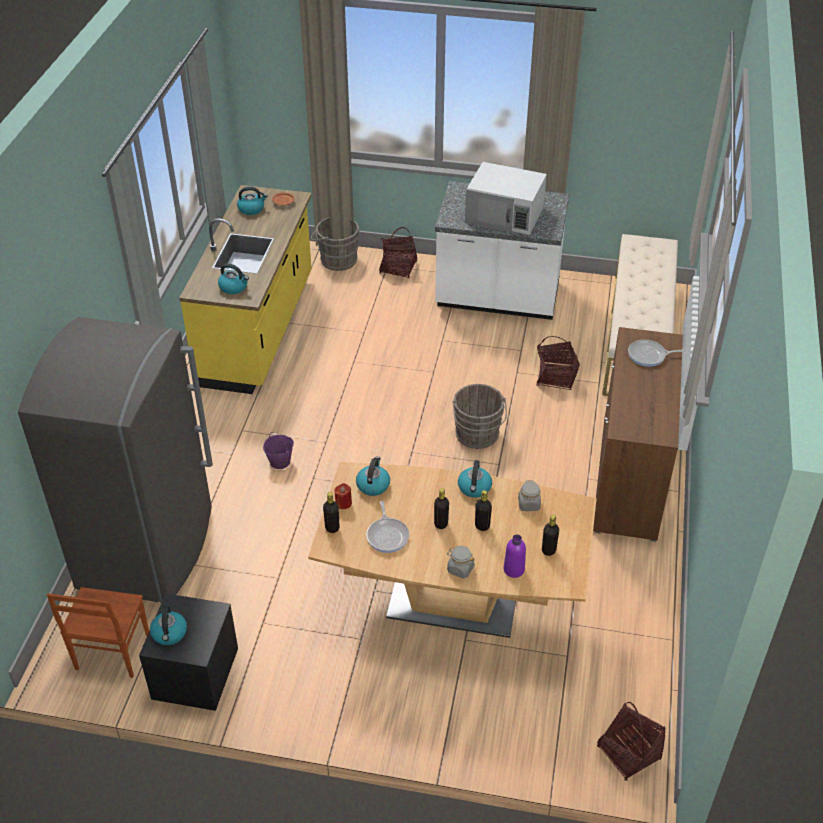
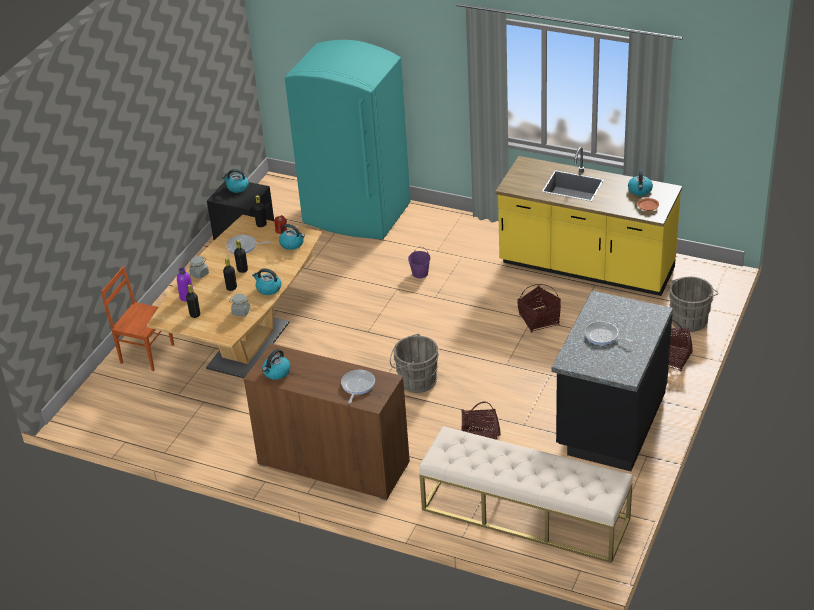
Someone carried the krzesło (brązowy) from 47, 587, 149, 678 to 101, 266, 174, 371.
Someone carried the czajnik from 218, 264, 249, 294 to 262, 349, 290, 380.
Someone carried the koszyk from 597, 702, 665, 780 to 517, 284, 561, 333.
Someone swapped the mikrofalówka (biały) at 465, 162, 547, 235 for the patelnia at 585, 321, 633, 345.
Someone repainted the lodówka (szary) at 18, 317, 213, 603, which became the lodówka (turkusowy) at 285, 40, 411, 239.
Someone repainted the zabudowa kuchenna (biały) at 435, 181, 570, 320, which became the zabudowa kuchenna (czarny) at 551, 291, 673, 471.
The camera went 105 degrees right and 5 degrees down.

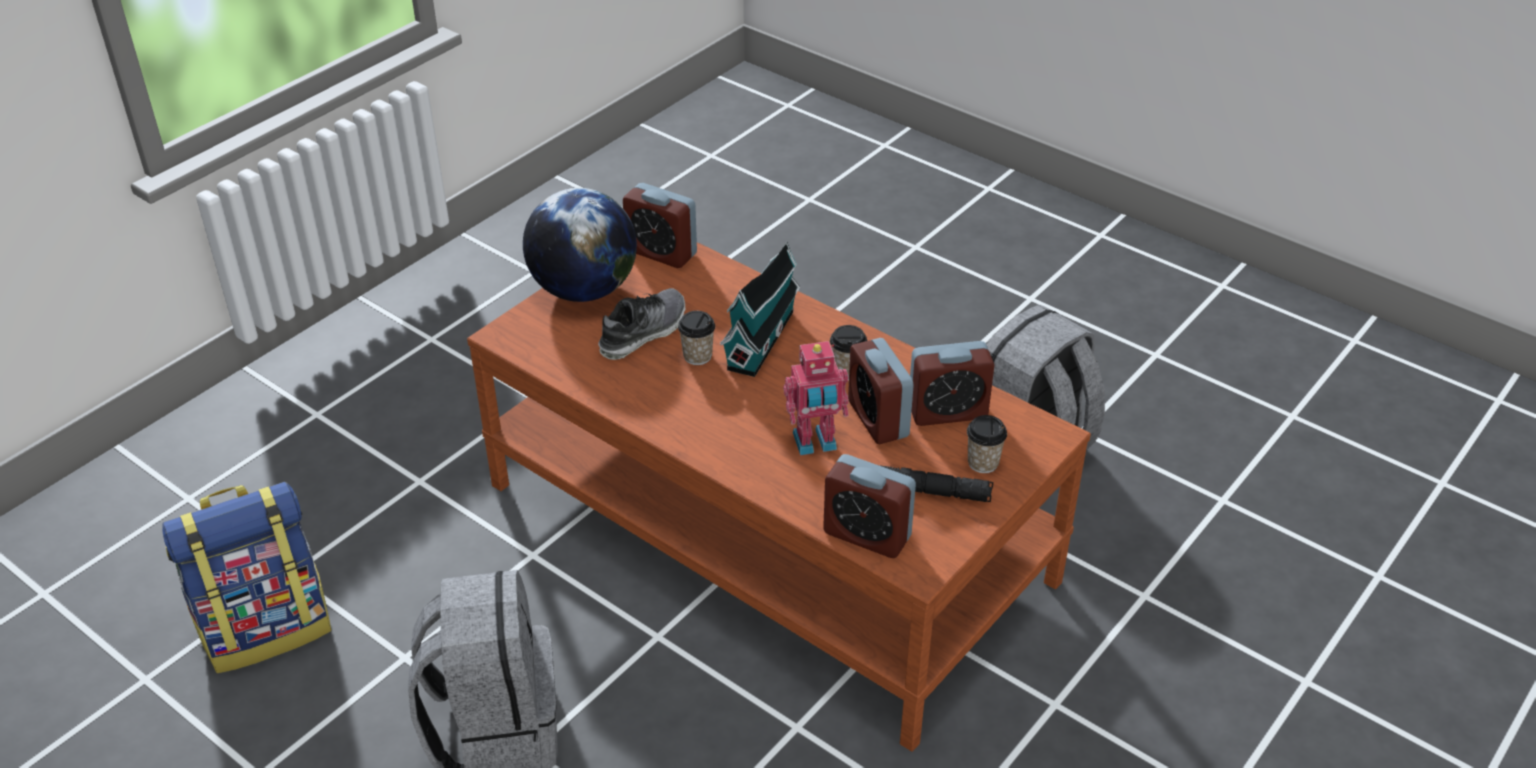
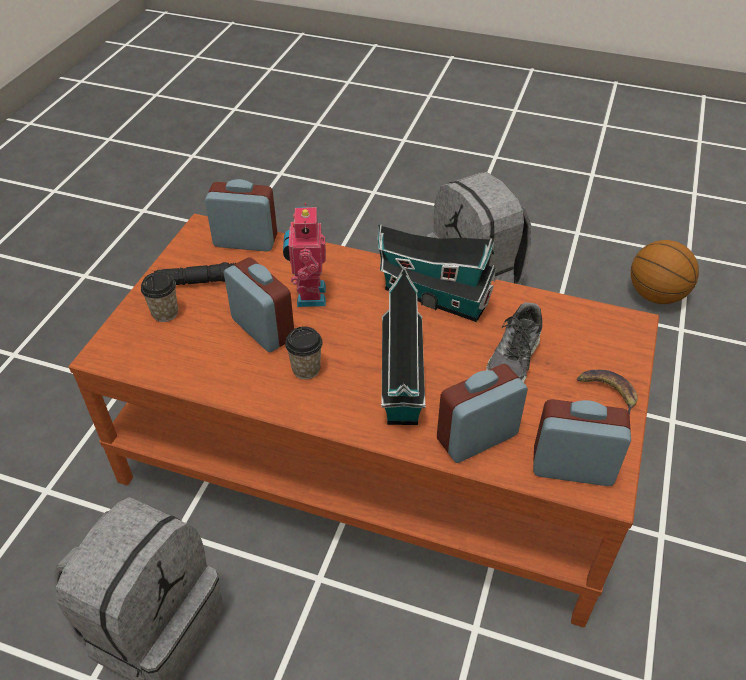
Someone took away the filiżanka at 678, 311, 715, 365.
Someone put down the domek at 377, 224, 496, 322.
Someone carried the budzik from 910, 341, 995, 426 to 437, 364, 528, 463.
Someone swapped the plecak at 162, 482, 332, 673 for the piłka do koszykówki at 631, 240, 699, 304.
Someone swapped the globus at 523, 188, 637, 302 for the banan at 577, 369, 638, 415.
Someone rotated the robot zabawkowy at 783, 341, 848, 455 by 60 degrees counterclockwise.
The camera went 160 degrees right and 5 degrees up.

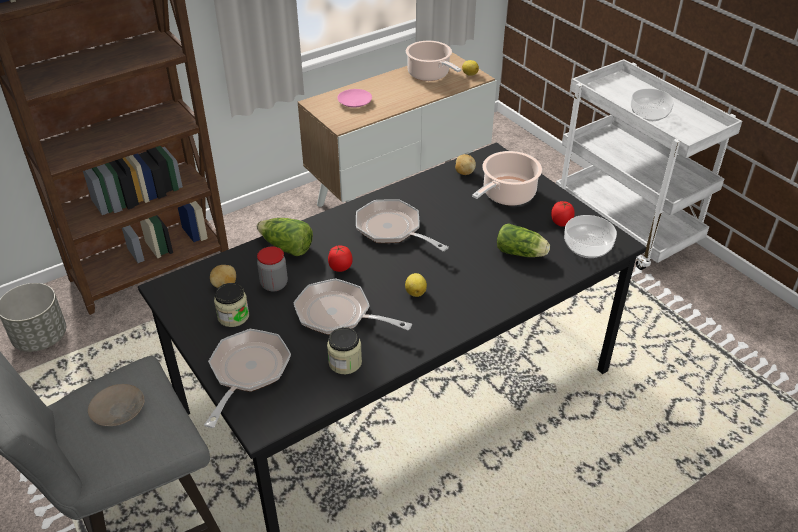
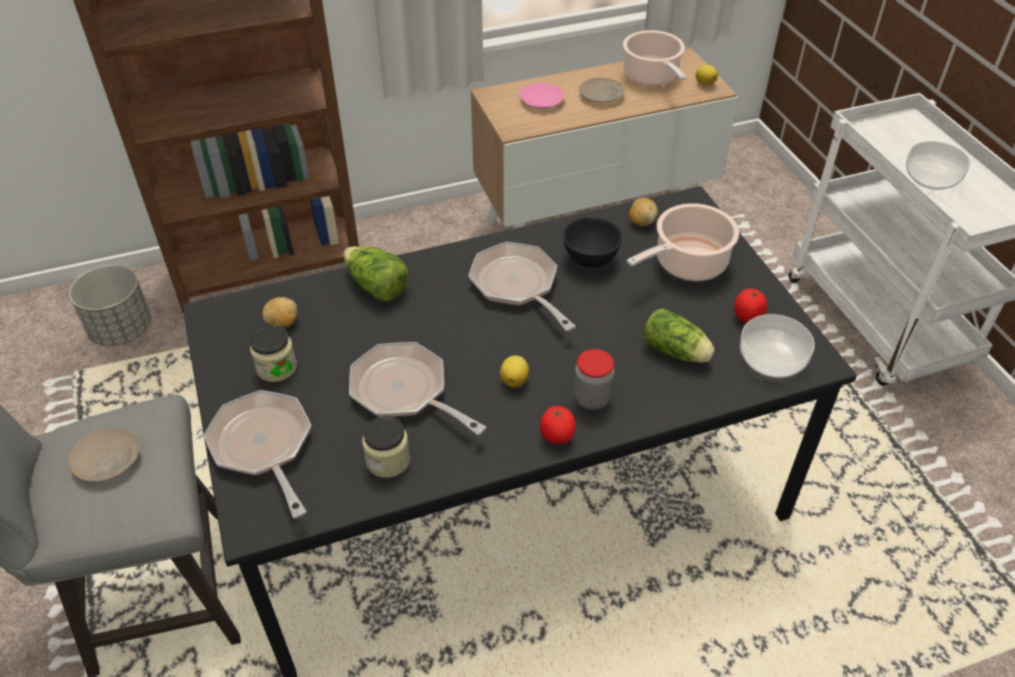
Someone put down the miska (czarny) at 563, 217, 622, 267.
Someone put down the talerz (beżowy) at 579, 77, 624, 102.
Someone carried the słoik from 257, 246, 288, 292 to 574, 349, 615, 410.
Someone carried the pomidor from 328, 245, 353, 272 to 540, 406, 576, 444.
Someone rotated the patelnia at 204, 329, 291, 428 by 60 degrees counterclockwise.
The camera went 15 degrees right and 5 degrees up.

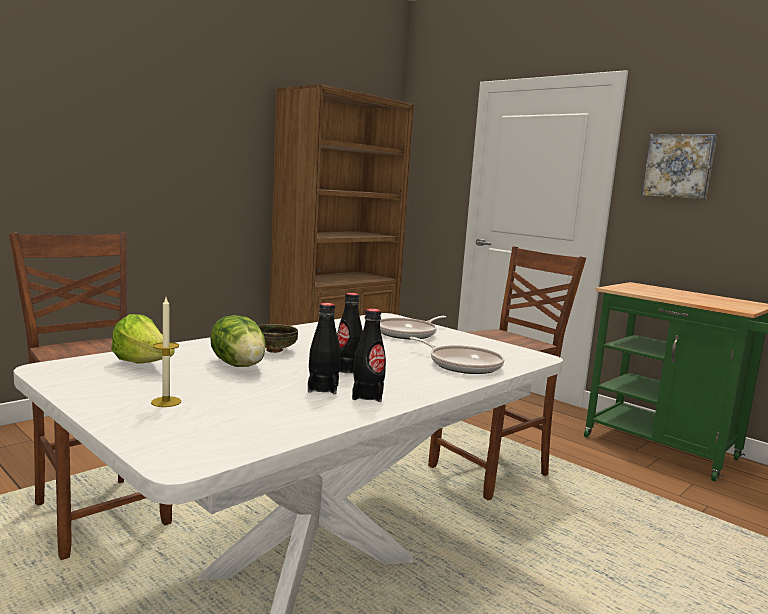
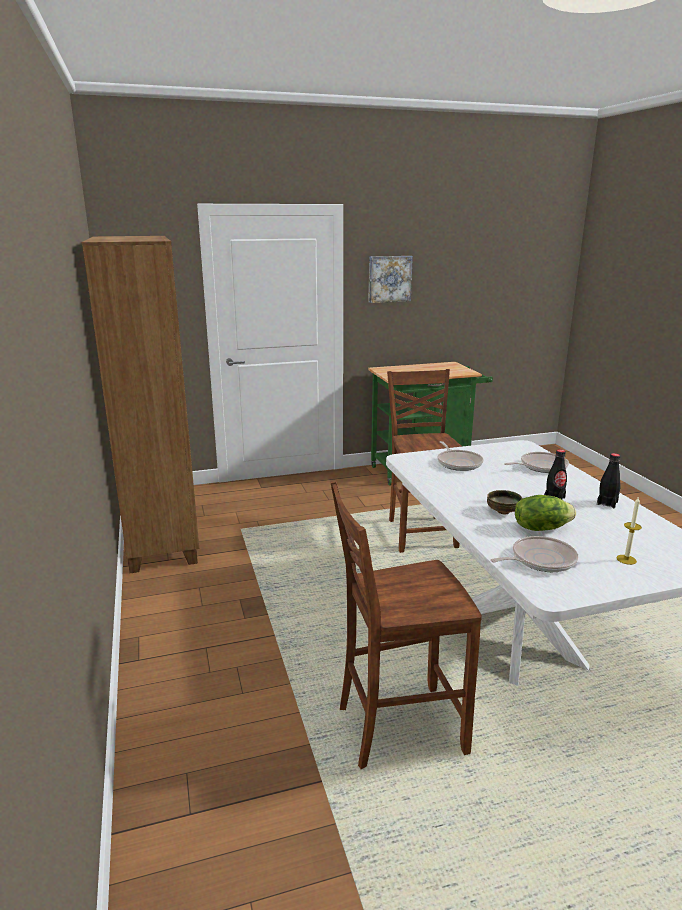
Someone took away the butelka (czarny) at 308, 303, 341, 394.
Someone swapped the sałata at 111, 314, 175, 364 for the patelnia at 490, 536, 578, 572.
The camera went 60 degrees left and 10 degrees up.

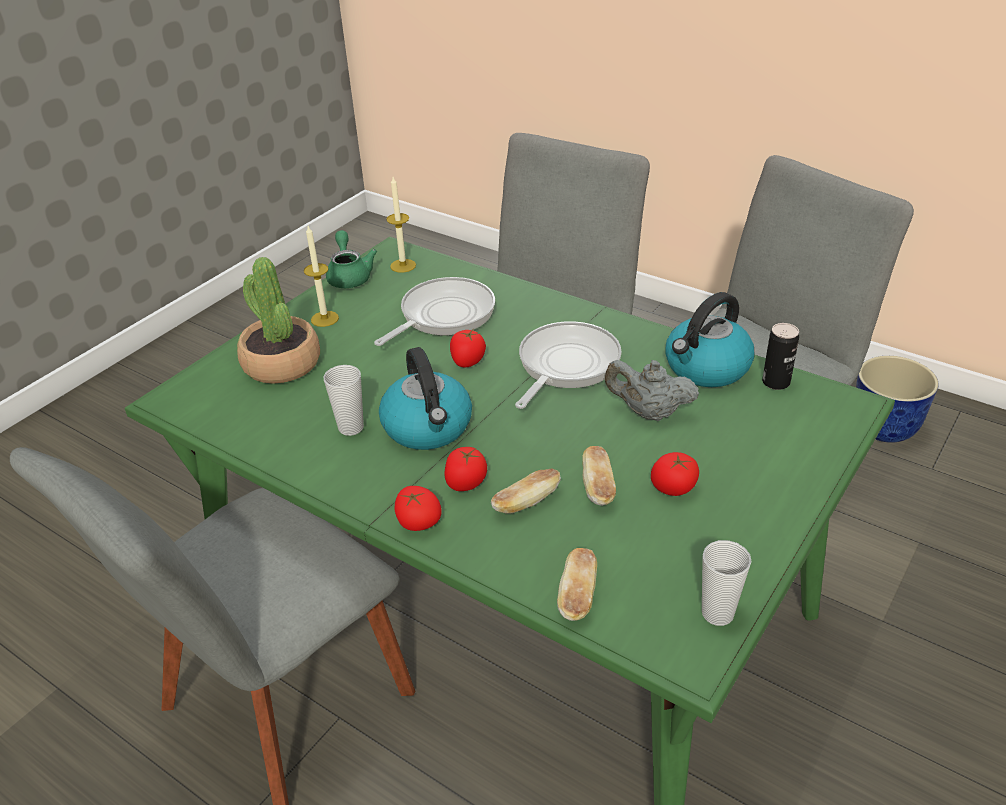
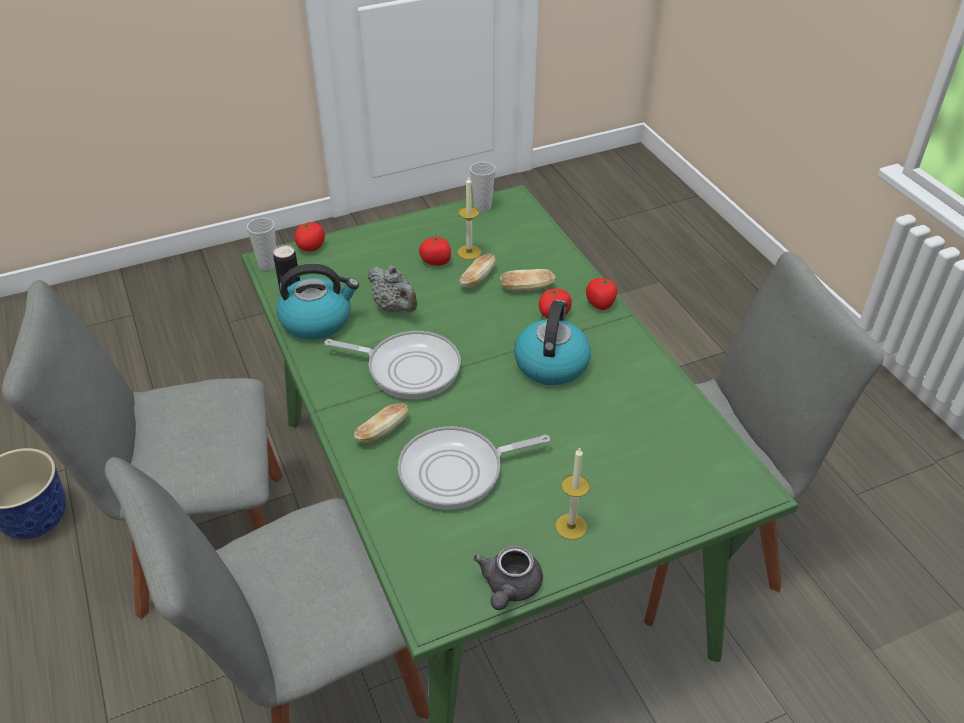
Someone took away the roślina doniczkowa at 237, 257, 320, 384.
Someone carried the filiżanka from 323, 365, 364, 436 to 247, 218, 276, 270.
Someone carried the świeca from 386, 177, 416, 273 to 458, 176, 481, 260.
Someone carried the pomidor from 450, 330, 486, 367 to 294, 222, 325, 252.
Someone carried the chleb from 557, 548, 597, 621 to 354, 403, 408, 443.
Someone repainted the imbryk (zielony) at 326, 230, 377, 288, which became the imbryk (szary) at 473, 545, 543, 610.
Someone rotated the patelnia at 515, 321, 622, 409 by 135 degrees counterclockwise.
The camera went 150 degrees left and 5 degrees up.

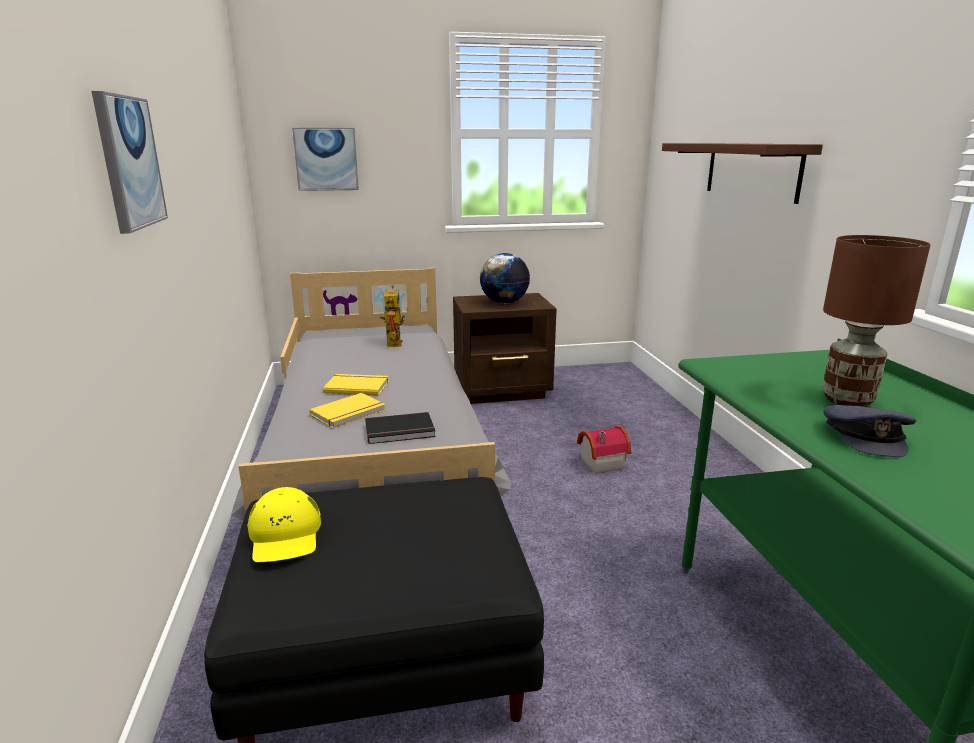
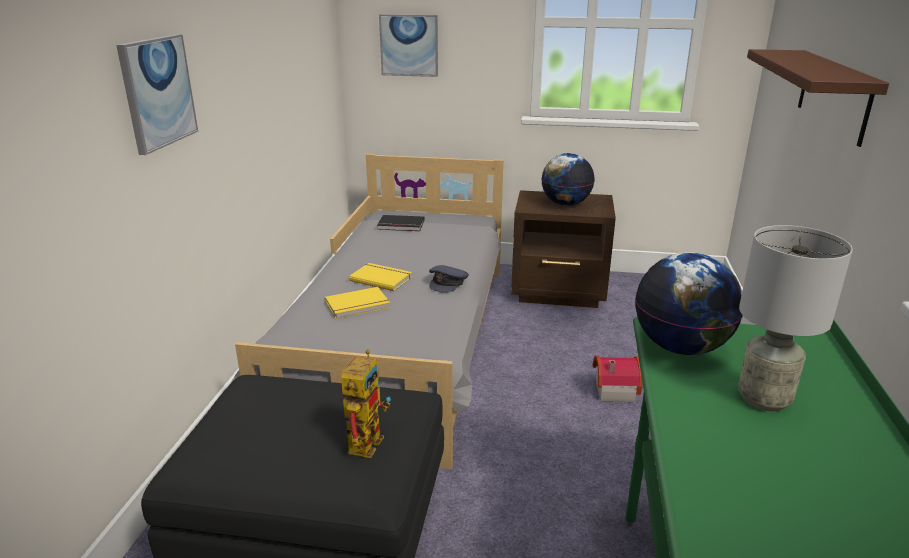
Someone took away the czapka z daszkiem (żółty) at 247, 487, 321, 562.
Someone put down the globus at 635, 252, 743, 355.
Someone carried the książka (czarny) from 365, 412, 436, 444 to 377, 215, 425, 231.
Someone carried the robot zabawkowy from 380, 285, 406, 347 to 341, 349, 391, 458.
Someone carried the czapka z daszkiem (szary) from 823, 405, 916, 457 to 429, 265, 469, 293.
Someone repainted the lampa stołowa (brązowy) at 822, 235, 931, 407, which became the lampa stołowa (szary) at 738, 225, 853, 411.
The camera went 20 degrees right and 5 degrees up.

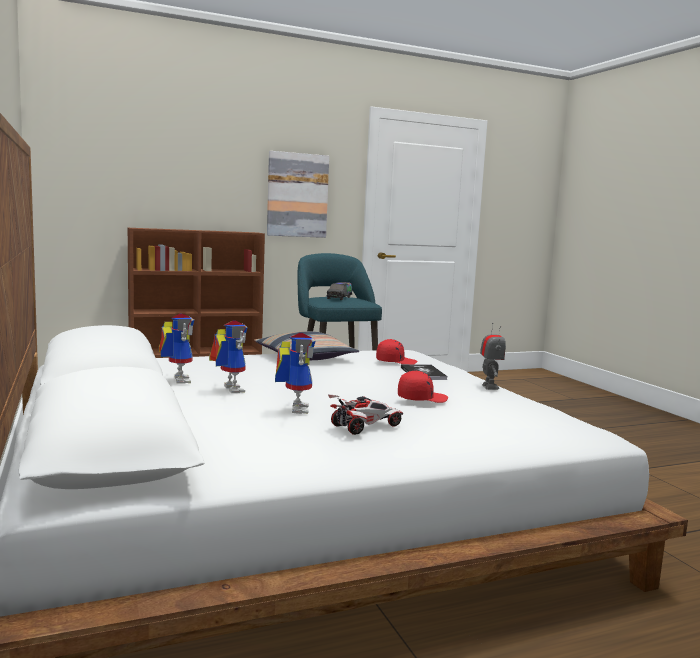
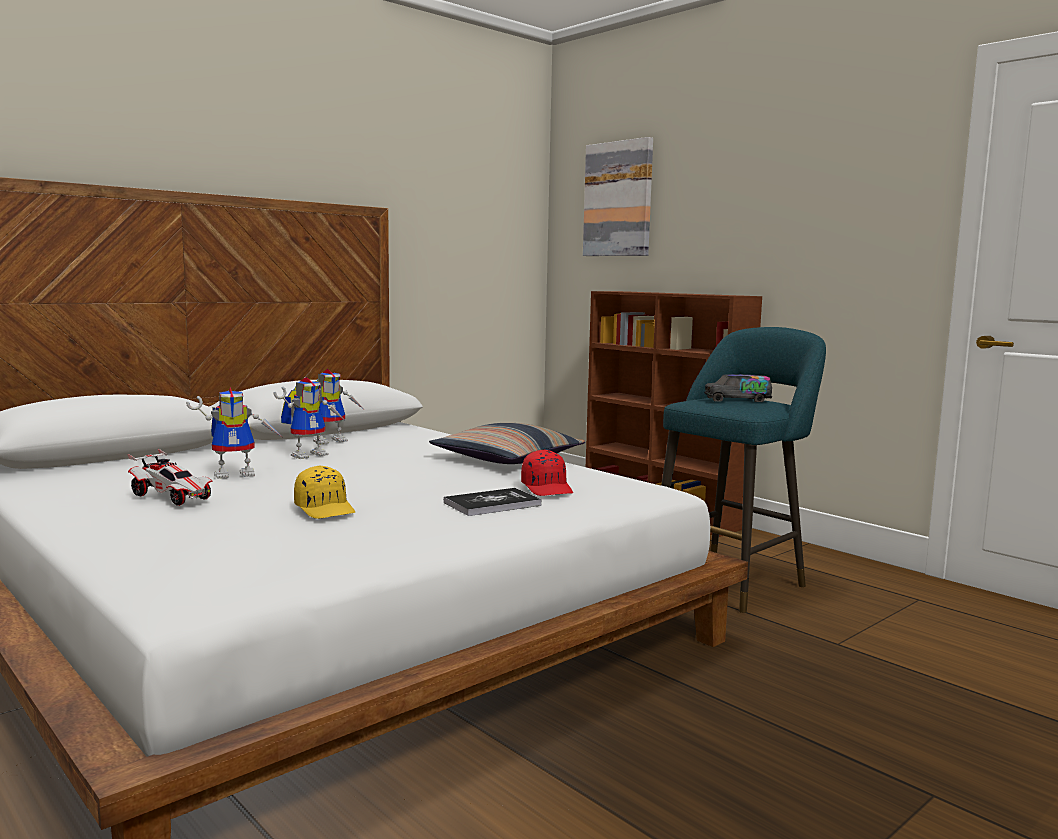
Someone took away the robot zabawkowy at 480, 323, 506, 390.
Someone carried the obraz from 267, 151, 329, 238 to 583, 137, 653, 256.
Someone repainted the czapka z daszkiem (czerwony) at 398, 371, 448, 403, which became the czapka z daszkiem (żółty) at 294, 466, 355, 519.
The camera went 70 degrees right and 0 degrees up.

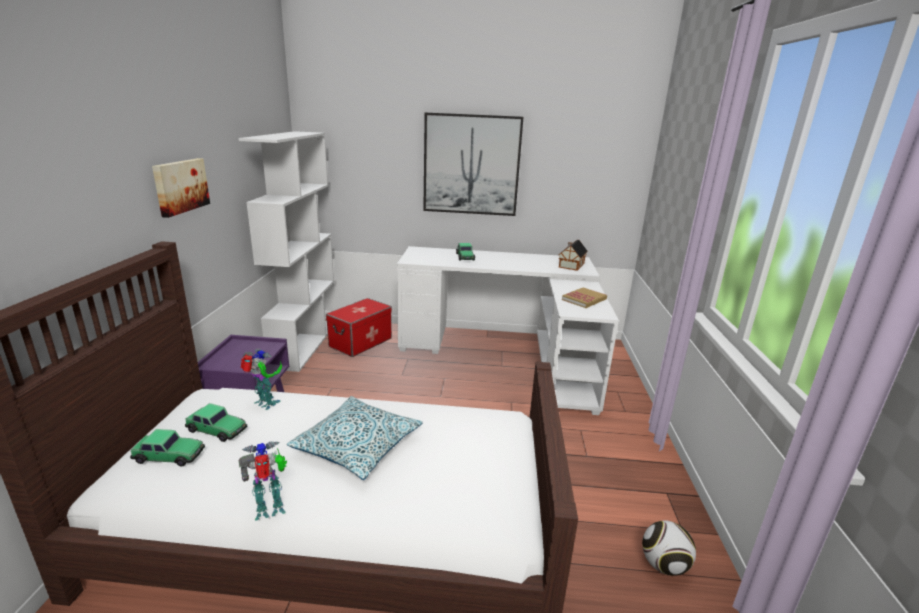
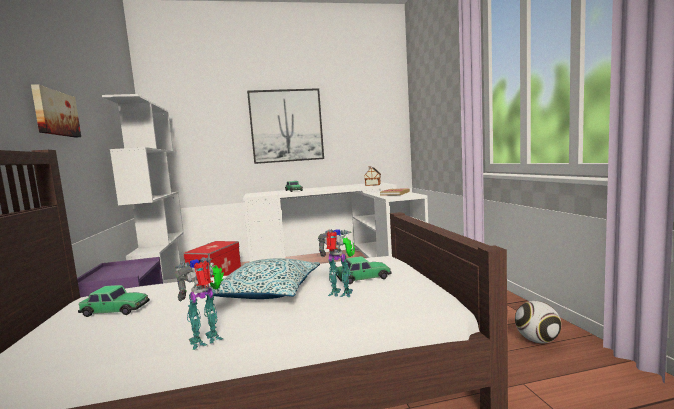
Someone carried the samochodzik from 130, 429, 205, 467 to 336, 256, 392, 284.
Someone carried the robot zabawkowy from 241, 348, 282, 410 to 317, 229, 355, 297.
The camera went 15 degrees left and 15 degrees down.

